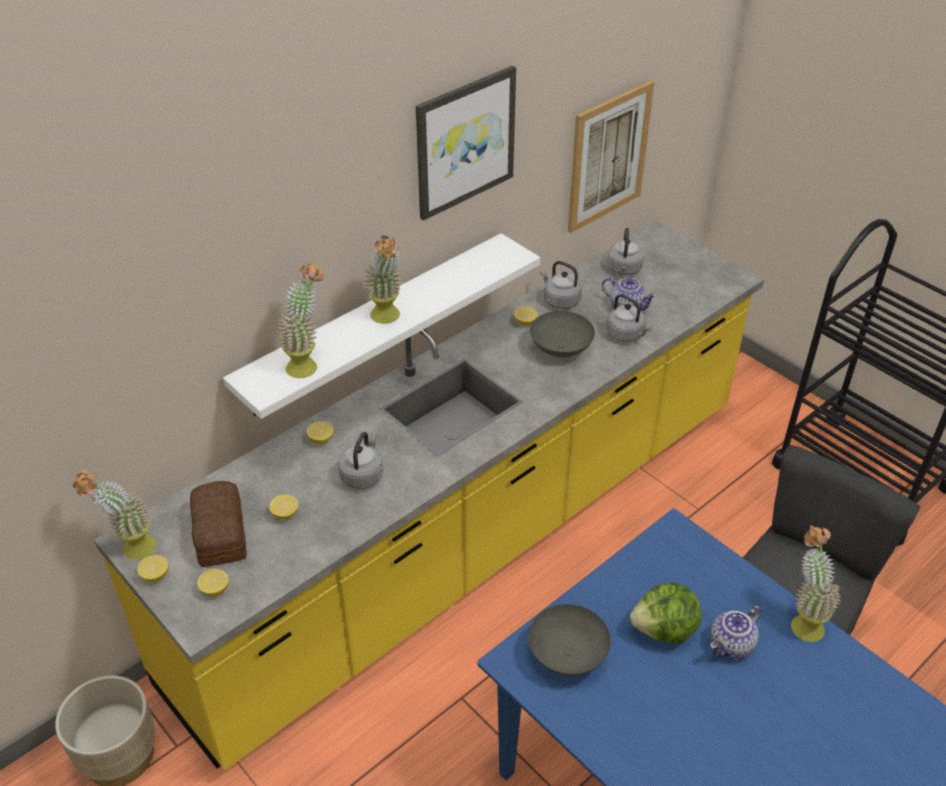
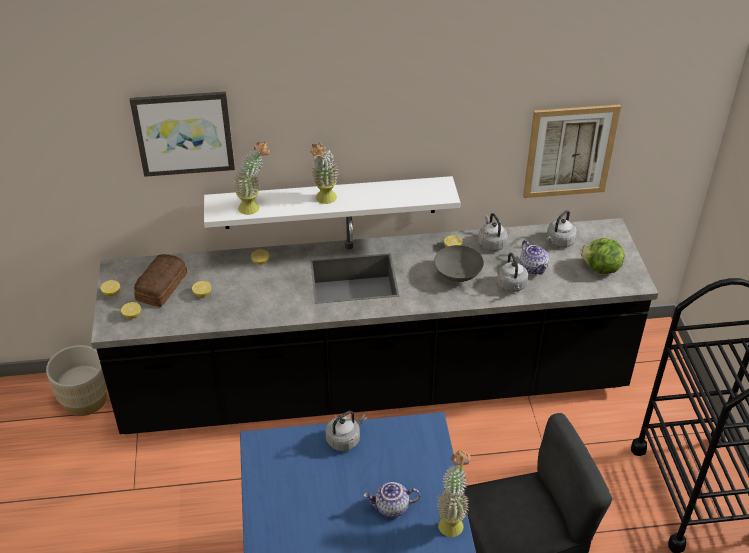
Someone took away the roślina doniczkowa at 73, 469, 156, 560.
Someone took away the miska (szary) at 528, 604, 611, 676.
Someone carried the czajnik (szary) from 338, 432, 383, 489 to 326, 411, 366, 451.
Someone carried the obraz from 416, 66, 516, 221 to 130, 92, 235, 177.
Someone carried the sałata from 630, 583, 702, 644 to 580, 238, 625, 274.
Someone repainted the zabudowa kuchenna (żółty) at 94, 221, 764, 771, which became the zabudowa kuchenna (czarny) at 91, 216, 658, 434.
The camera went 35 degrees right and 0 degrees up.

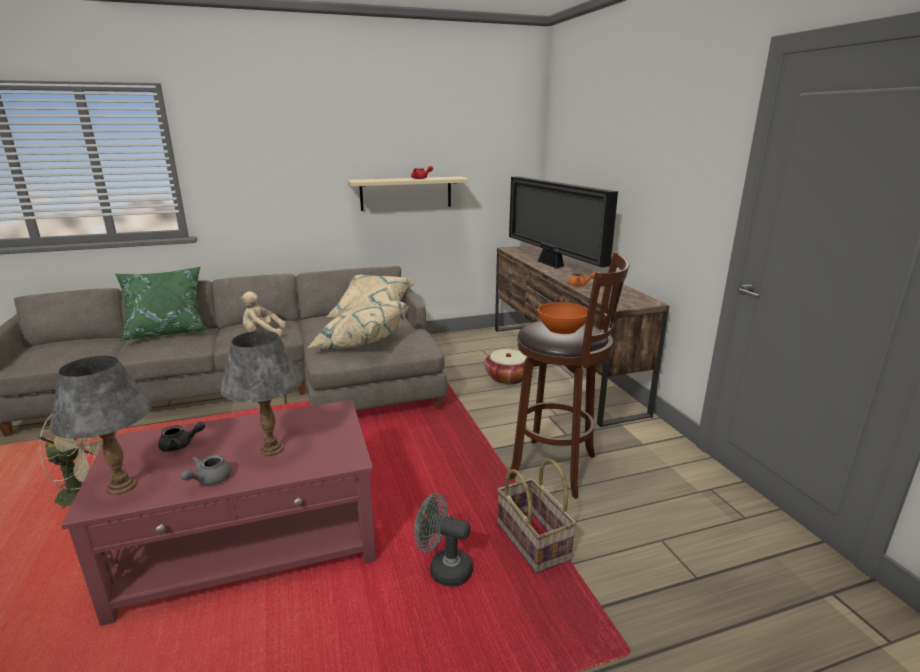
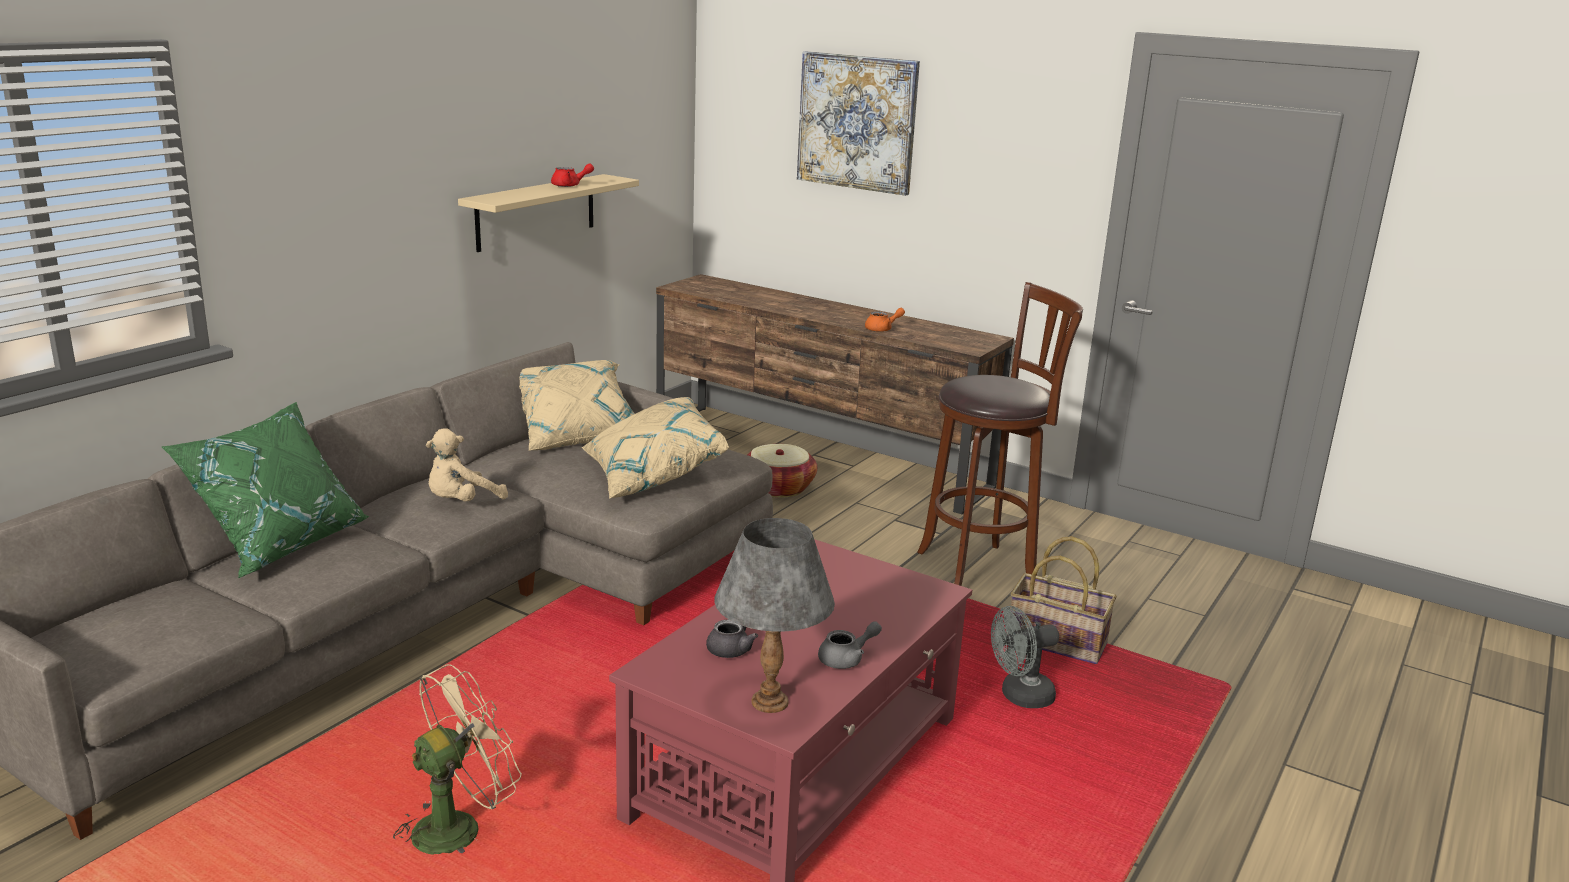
Someone took away the lampa stołowa (szary) at 220, 331, 302, 456.
Someone took away the telewizor at 509, 176, 618, 269.
Someone took away the miska (pomarańczowy) at 538, 302, 588, 334.
Someone put up the obraz at 797, 51, 920, 196.
Someone rotated the imbryk (szary) at 181, 455, 232, 485 by 105 degrees counterclockwise.
The camera went 40 degrees left and 0 degrees up.

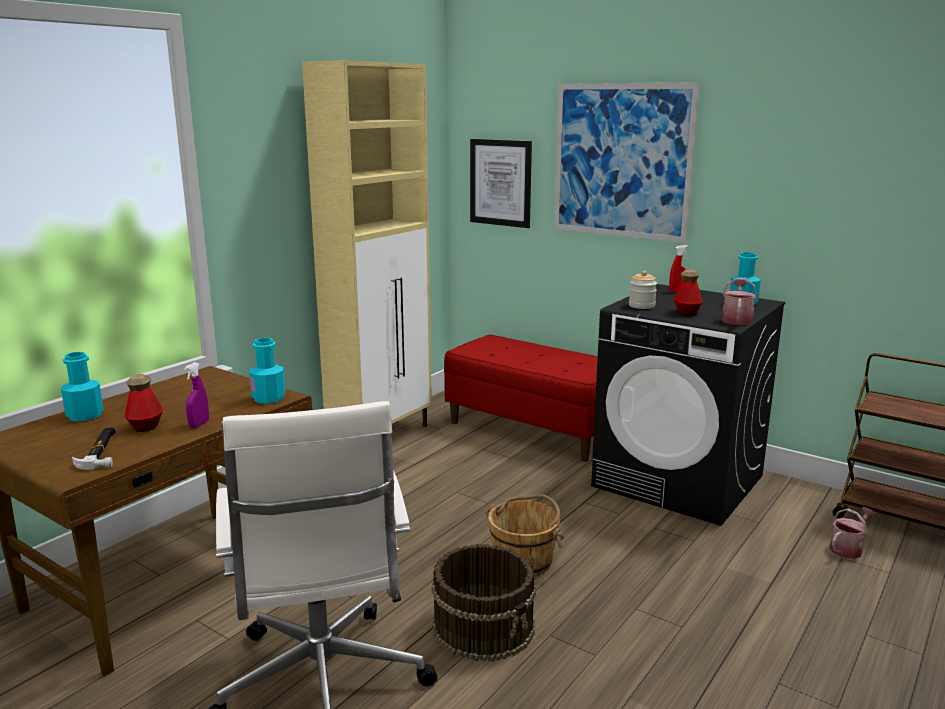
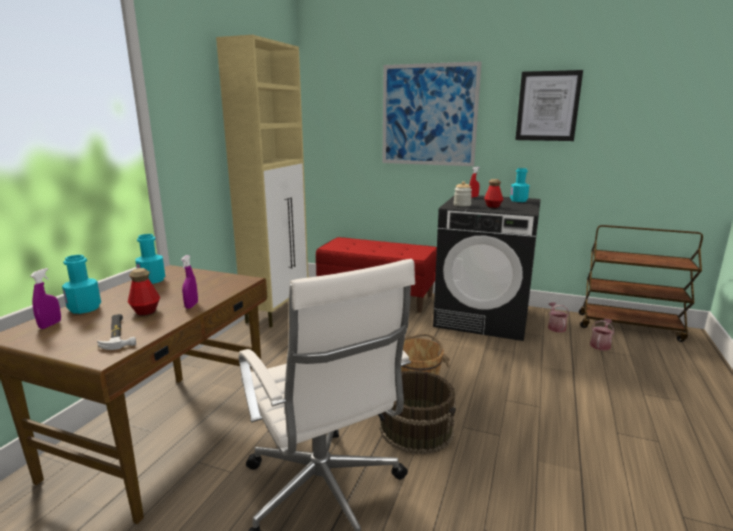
Someone put down the spryskiwacz (fioletowy) at 30, 268, 61, 329.
Someone carried the butelka (turkusowy) from 249, 338, 285, 404 to 135, 234, 165, 284.
Someone carried the obraz from 470, 139, 532, 228 to 515, 70, 583, 141.
Someone carried the konewka from 721, 278, 758, 325 to 548, 302, 569, 332.
The camera went 15 degrees left and 0 degrees up.

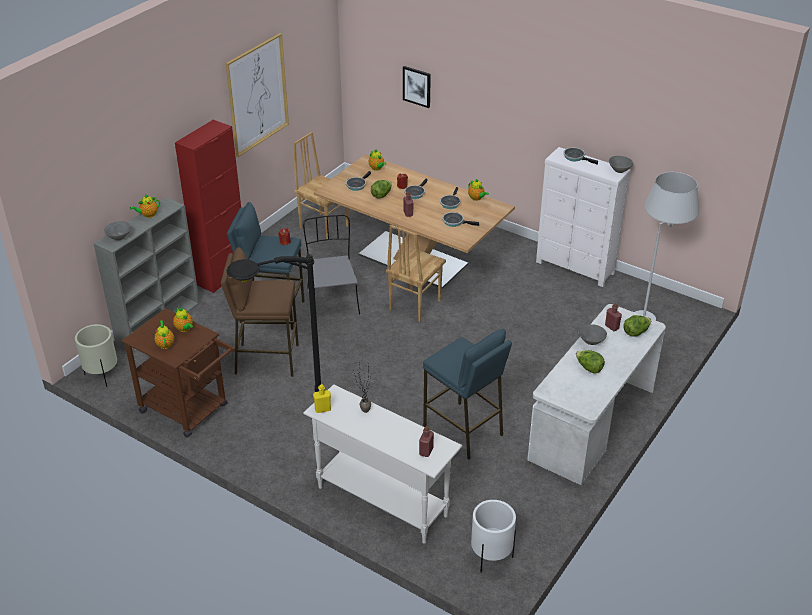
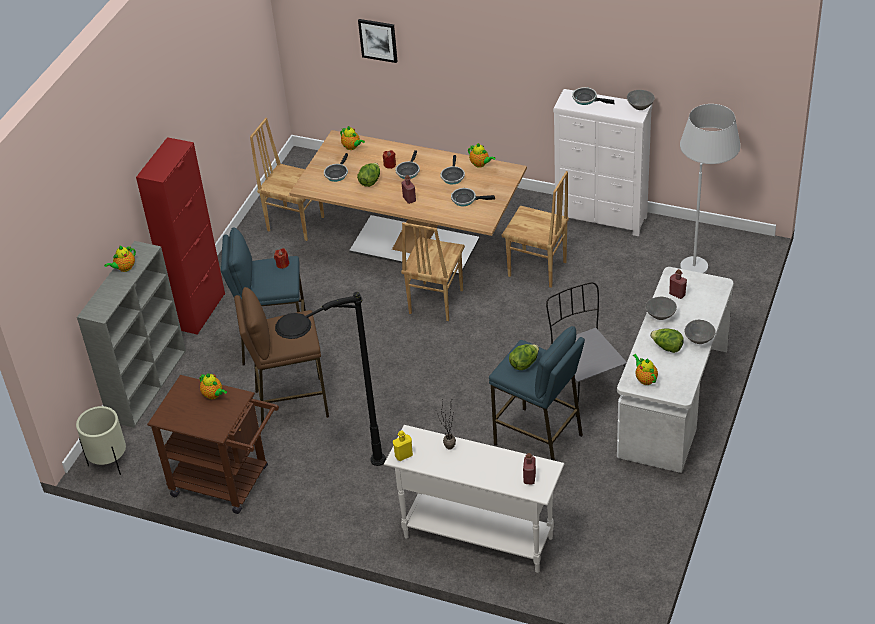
Someone took away the obraz at 226, 33, 289, 157.
Someone took away the donica (biały) at 471, 500, 516, 572.
Someone put down the krzesło (brązowy) at 502, 171, 569, 288.
Someone carried the miska (szary) from 104, 221, 131, 240 to 685, 320, 716, 344.
Someone carried the imbryk from 154, 320, 174, 349 to 633, 354, 658, 385.
Someone carried the krzesło (szary) from 303, 215, 360, 315 to 546, 282, 627, 417.
Someone carried the sałata from 623, 315, 651, 337 to 509, 344, 539, 370.
The camera went 10 degrees left and 5 degrees up.

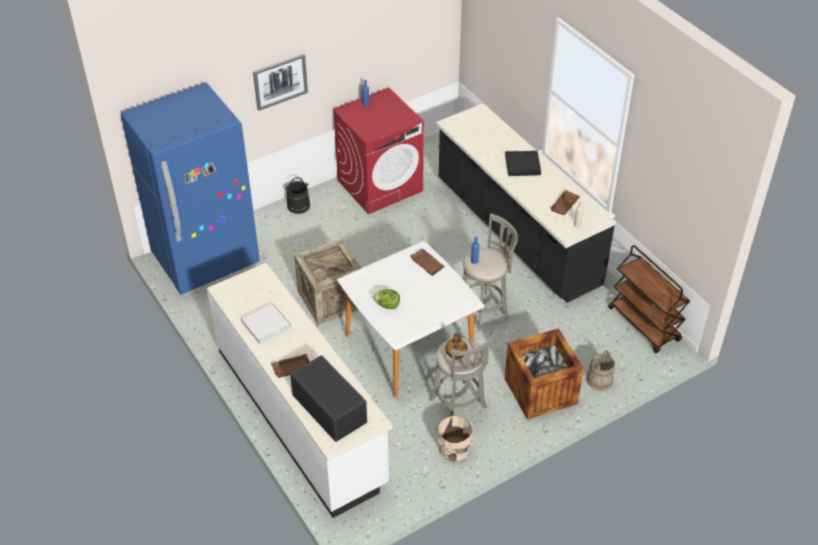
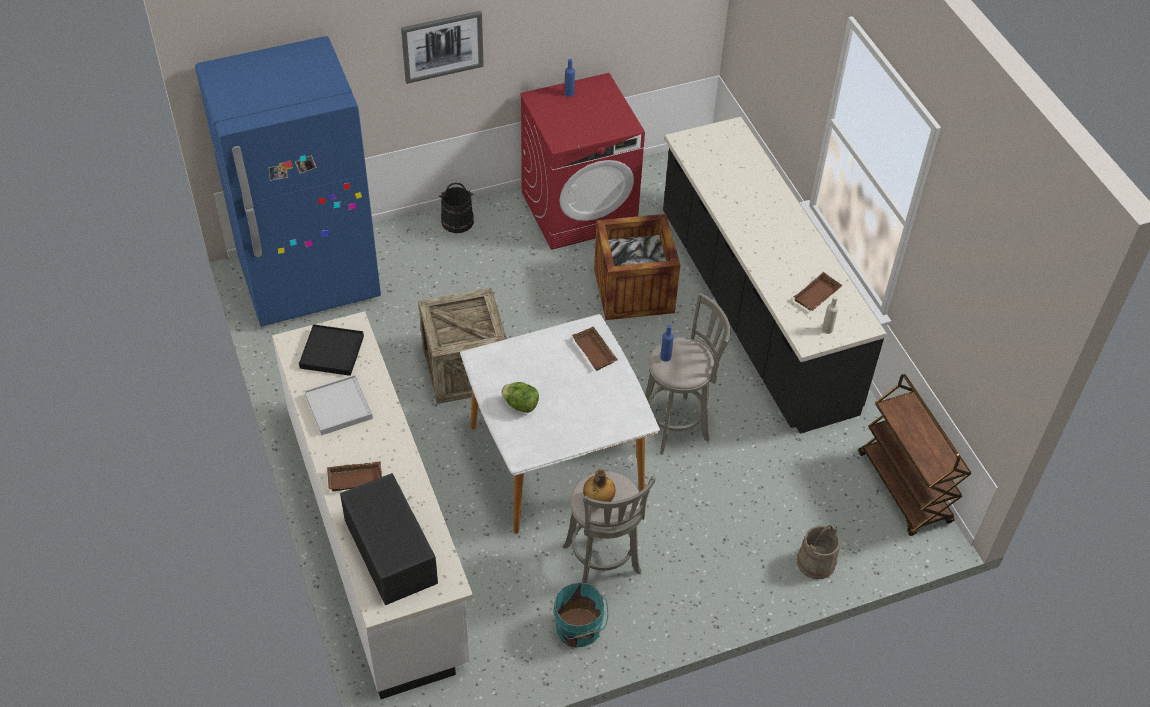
Someone carried the skrzynka from 504, 328, 584, 419 to 594, 214, 680, 320.
Someone carried the taca (czarny) from 505, 151, 541, 176 to 299, 324, 364, 376.
Someone repainted the wiadro (beżowy) at 437, 416, 475, 461, which became the wiadro (turkusowy) at 553, 583, 608, 647.
The camera went 10 degrees right and 5 degrees up.

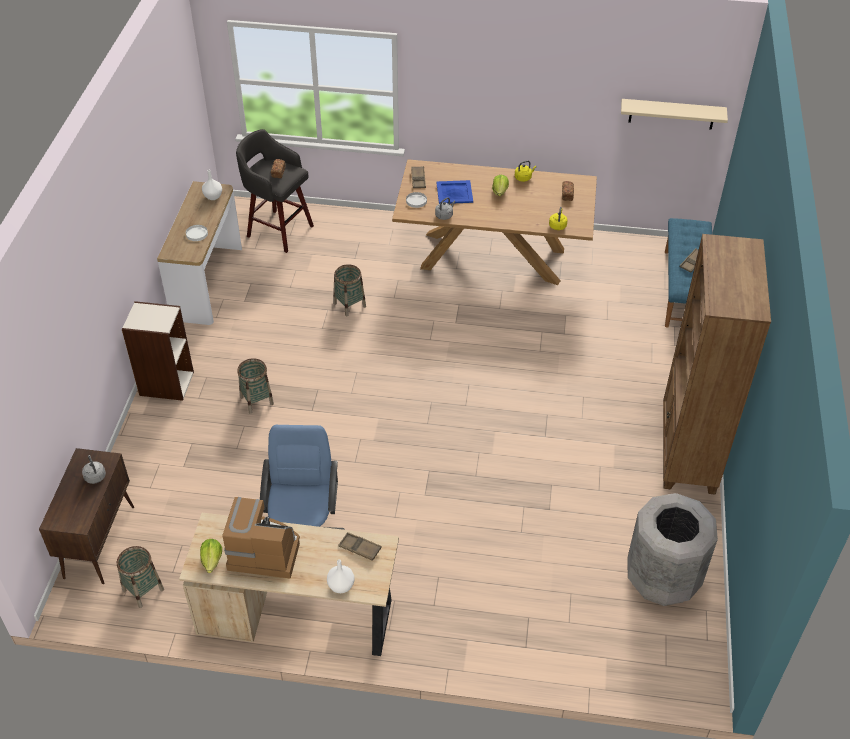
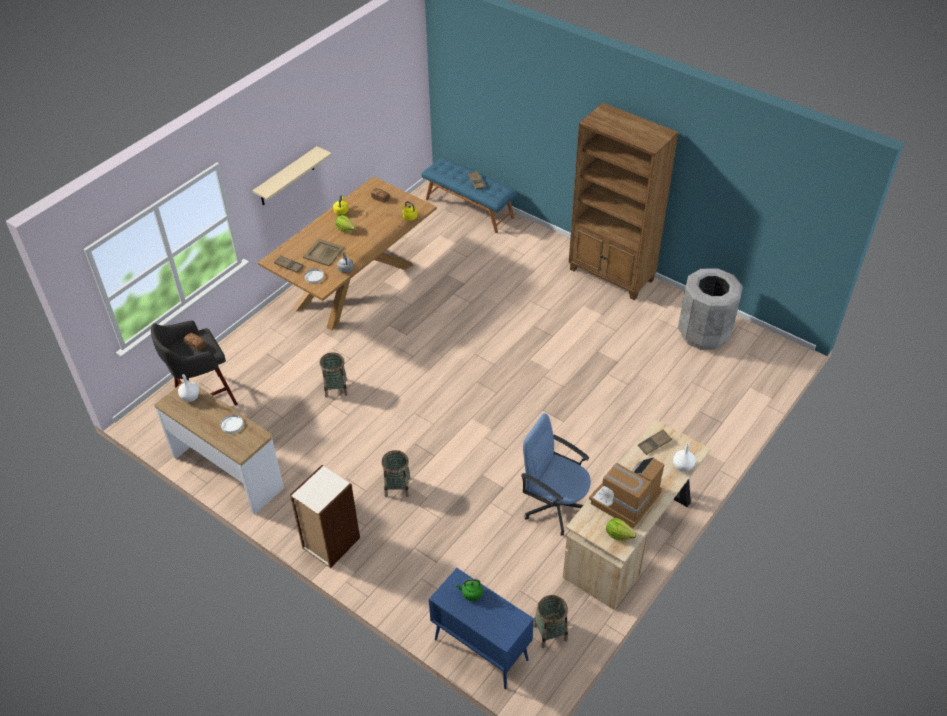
Someone carried the półka (beżowy) from 621, 99, 728, 130 to 252, 146, 332, 205.
Someone repainted the szafka (brązowy) at 39, 448, 134, 584, which became the szafka (niebieski) at 429, 568, 534, 689.
Someone repainted the czajnik (szary) at 82, 455, 106, 484, which became the czajnik (zielony) at 456, 579, 483, 601.
Someone repainted the taca (niebieski) at 436, 180, 473, 204, which became the taca (beżowy) at 303, 239, 345, 266.
The camera went 60 degrees left and 0 degrees up.

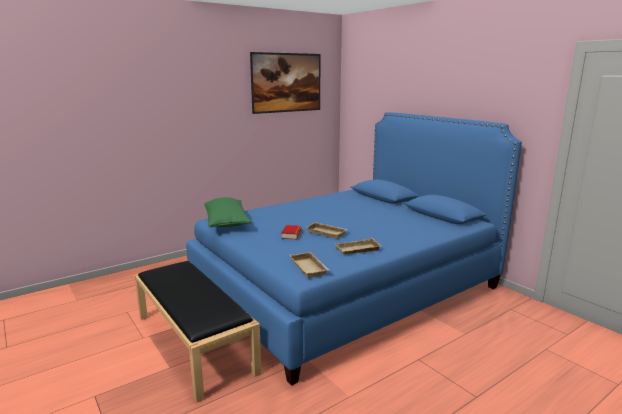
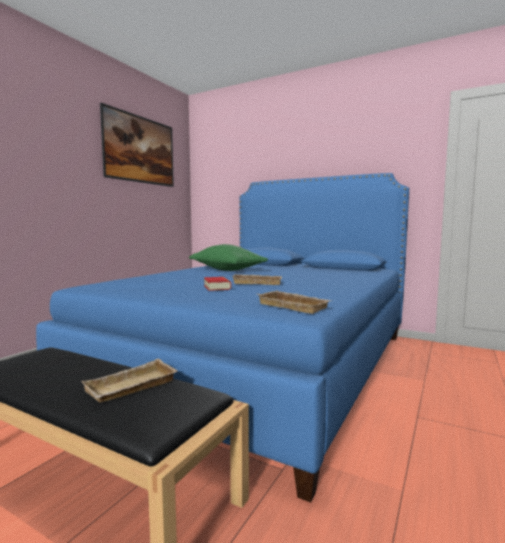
Someone carried the poduszka (zielony) from 204, 197, 252, 227 to 189, 244, 268, 271.
Someone carried the taca (beżowy) from 335, 238, 382, 254 to 81, 359, 178, 403.
The camera went 25 degrees left and 10 degrees down.

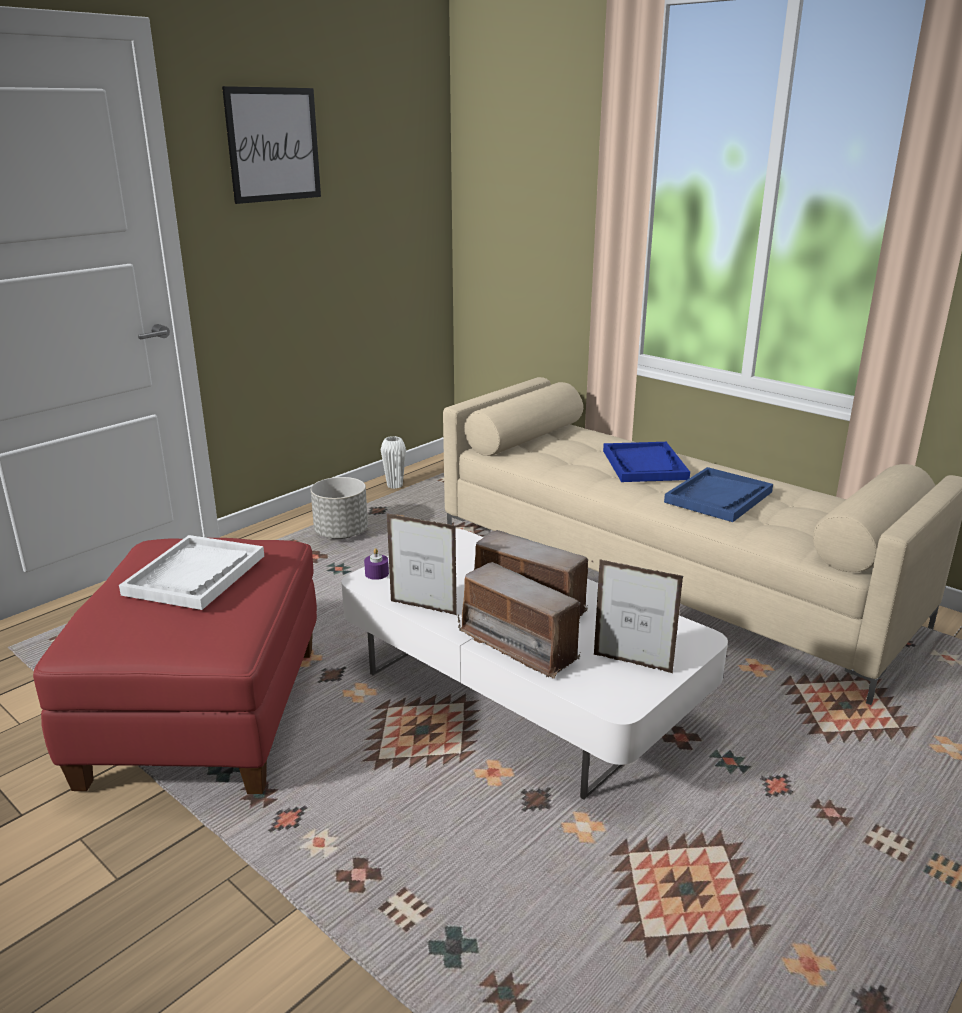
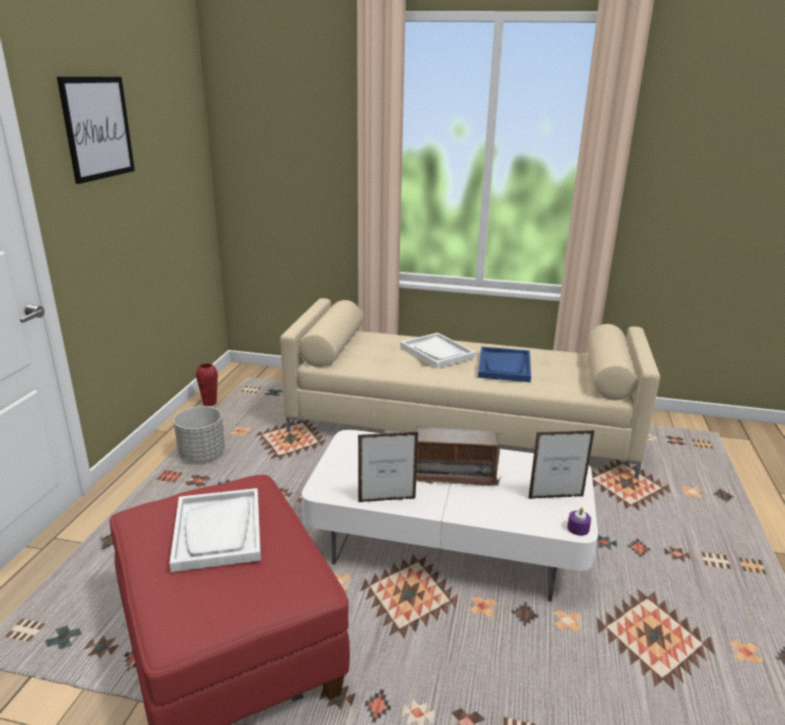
Someone took away the radio at 458, 562, 586, 679.
Someone carried the świeca (fioletowy) from 364, 548, 389, 580 to 567, 508, 591, 536.
Someone repainted the wazon (biały) at 381, 436, 406, 489, which became the wazon (czerwony) at 196, 363, 218, 406.
Someone repainted the taca (niebieski) at 603, 442, 690, 482, which became the taca (biały) at 400, 333, 475, 368.
The camera went 30 degrees left and 0 degrees up.

